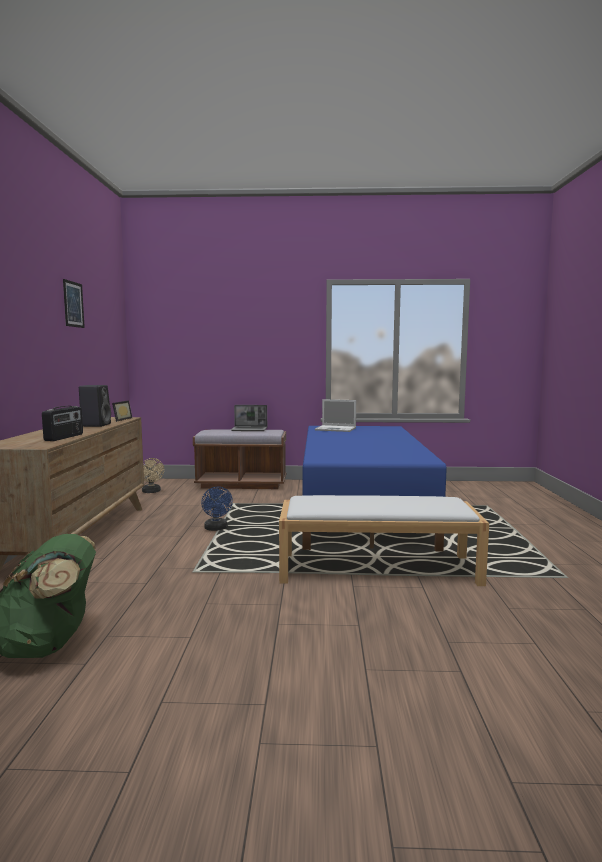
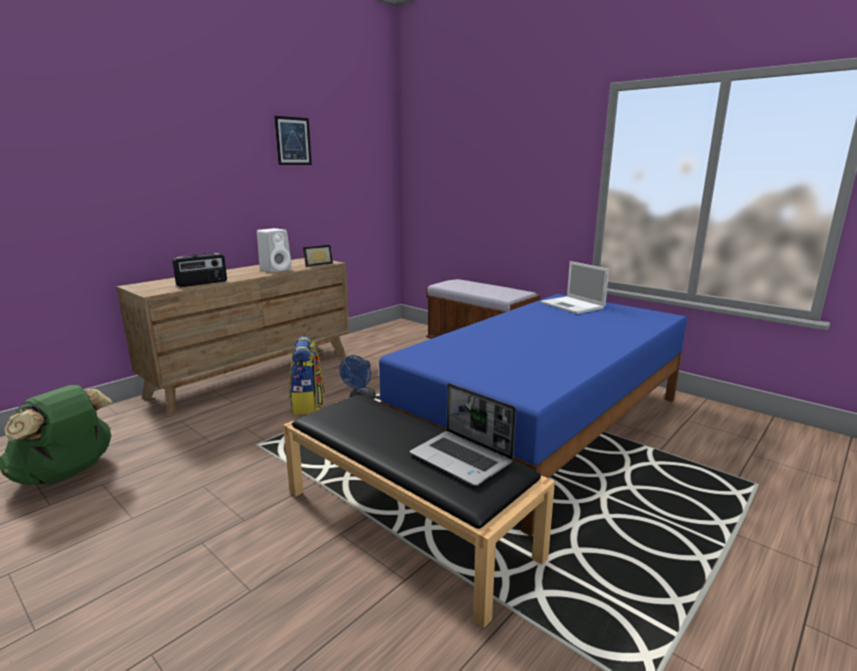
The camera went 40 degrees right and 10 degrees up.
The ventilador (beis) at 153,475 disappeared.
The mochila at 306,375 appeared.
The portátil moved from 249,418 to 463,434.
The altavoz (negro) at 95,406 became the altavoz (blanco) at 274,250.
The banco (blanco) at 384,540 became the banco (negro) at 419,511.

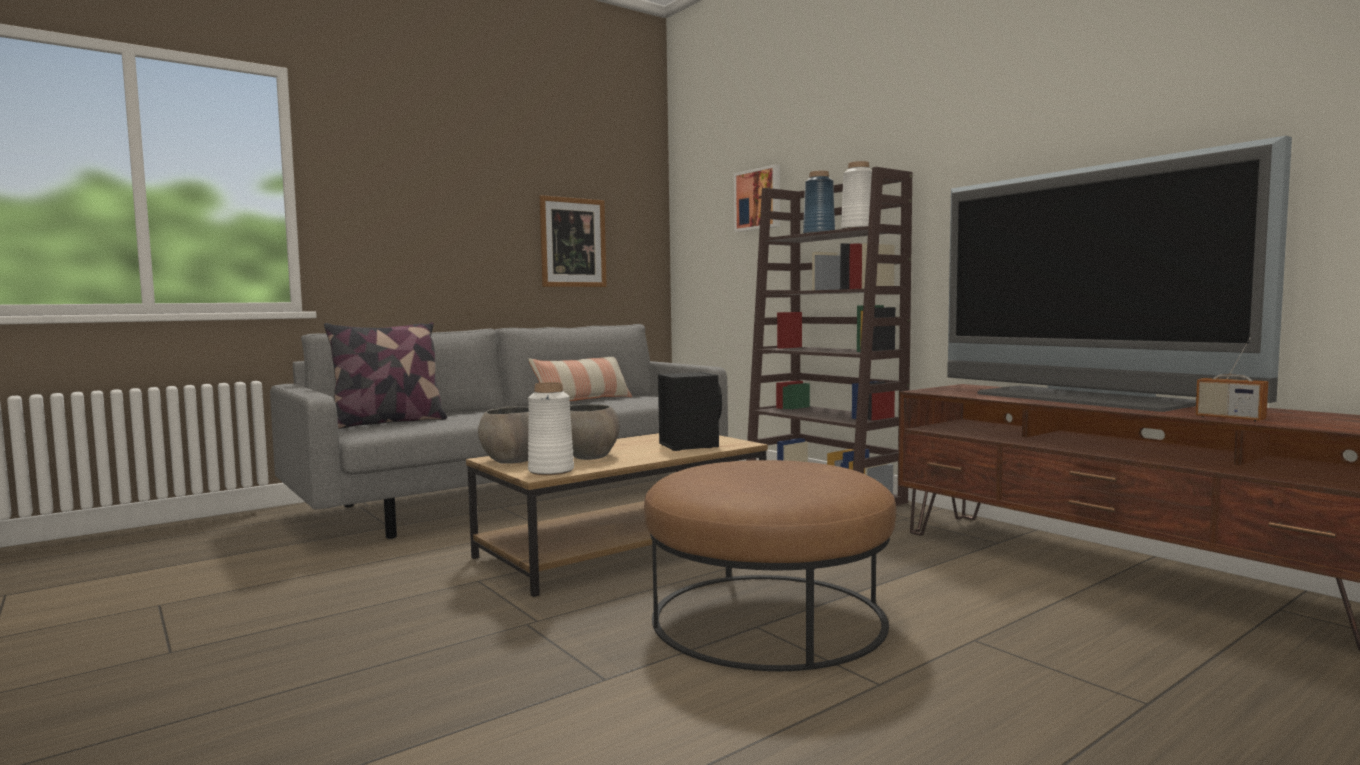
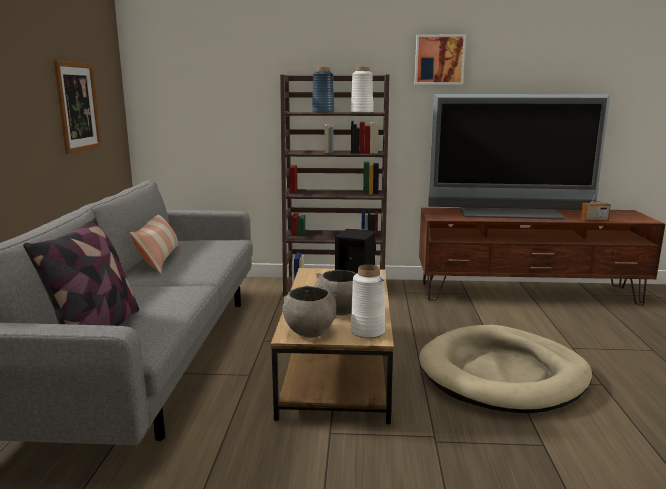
The camera went 50 degrees left and 10 degrees up.
The cuadro moved from 757,198 to 440,59.
The puf (marrón) at 770,565 was replaced by the cama para perro (beis) at 505,369.

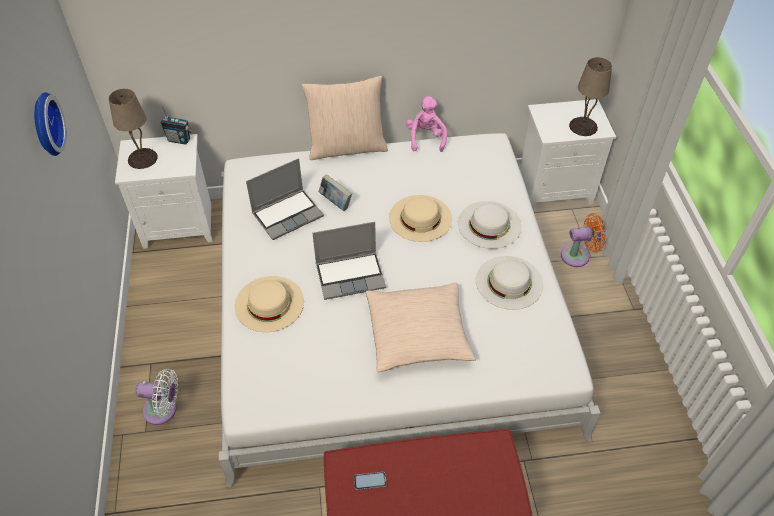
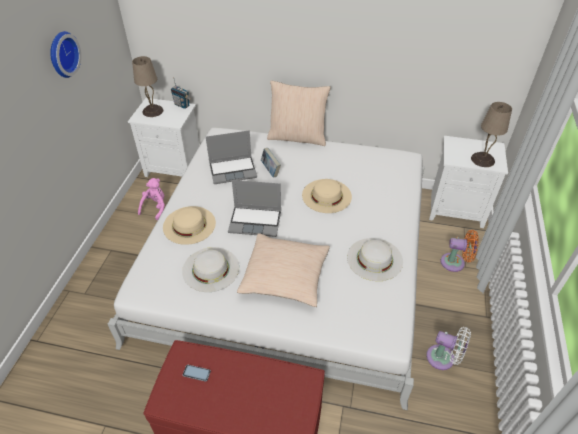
The camera went 20 degrees right and 5 degrees down.
The ventilador (blanco) moved from 157,397 to 448,348.
The peluche (rosa) moved from 426,124 to 151,199.
The sombrero (blanco) moved from 490,225 to 210,269.

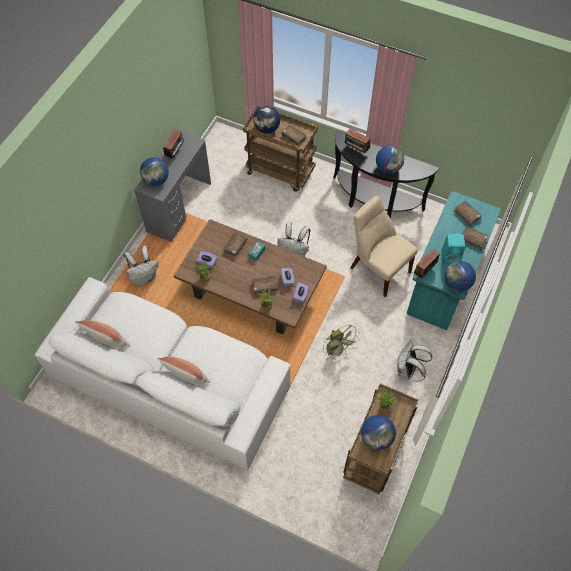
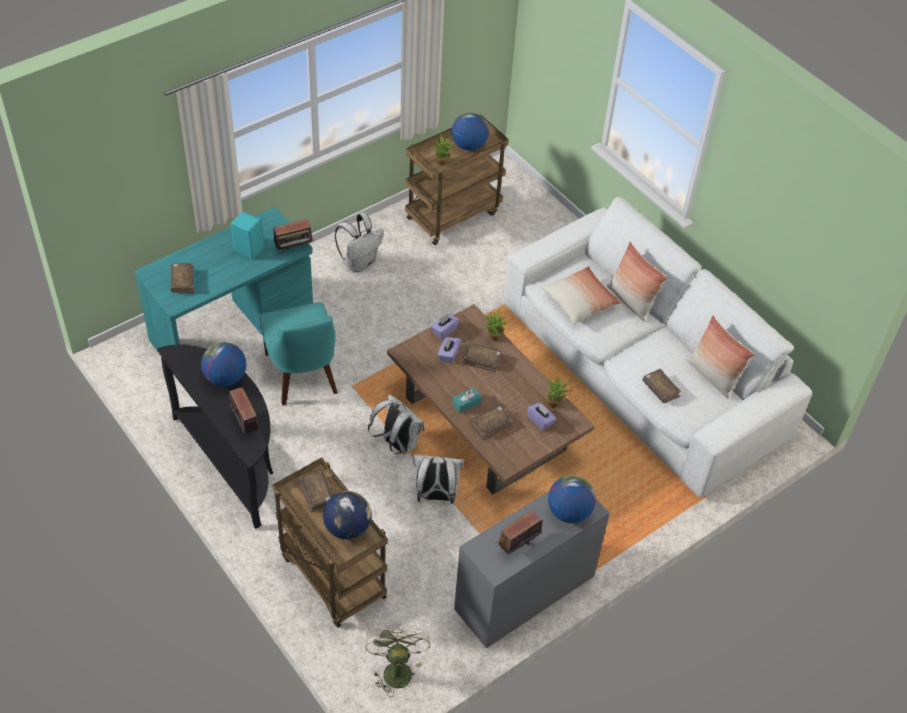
The camera went 155 degrees left and 10 degrees down.
The globo terráqueo at 460,276 disappeared.
The cojín at 581,295 appeared.
The mochila (blanco) moved from 141,265 to 438,479.
The ventilador (verde) moved from 341,343 to 398,660.
The libro (marrón) moved from 476,238 to 662,386.
The silla (beis) at 384,246 became the silla (turquesa) at 298,353.

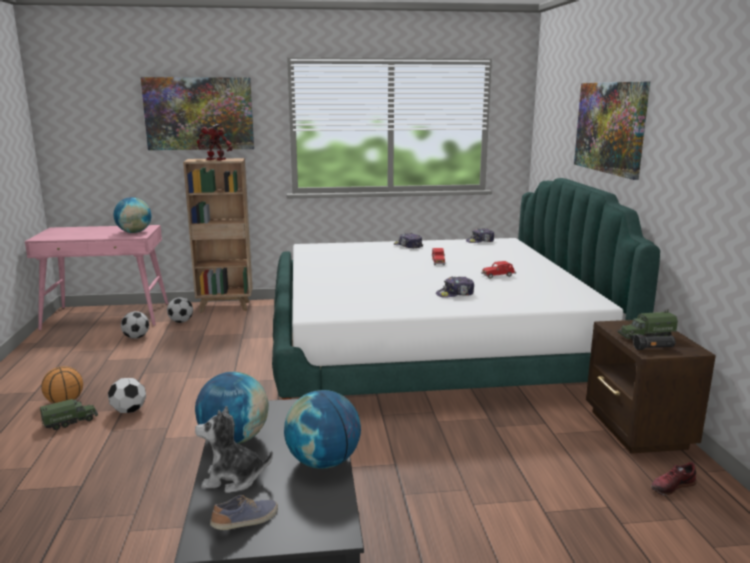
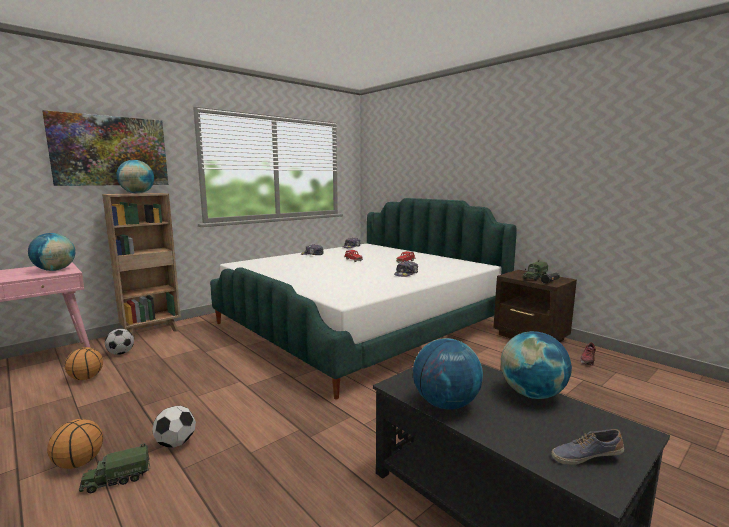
The camera went 35 degrees left and 5 degrees down.
The peluche at 234,449 disappeared.
The cuadro at 612,130 disappeared.
The balón de fútbol at 135,325 was replaced by the balón de baloncesto at 84,363.
The robot de juguete at 214,142 was replaced by the globo terráqueo at 135,177.
The camión de juguete at 69,414 turned 135 degrees counterclockwise.
The zapato at 244,512 turned 105 degrees counterclockwise.

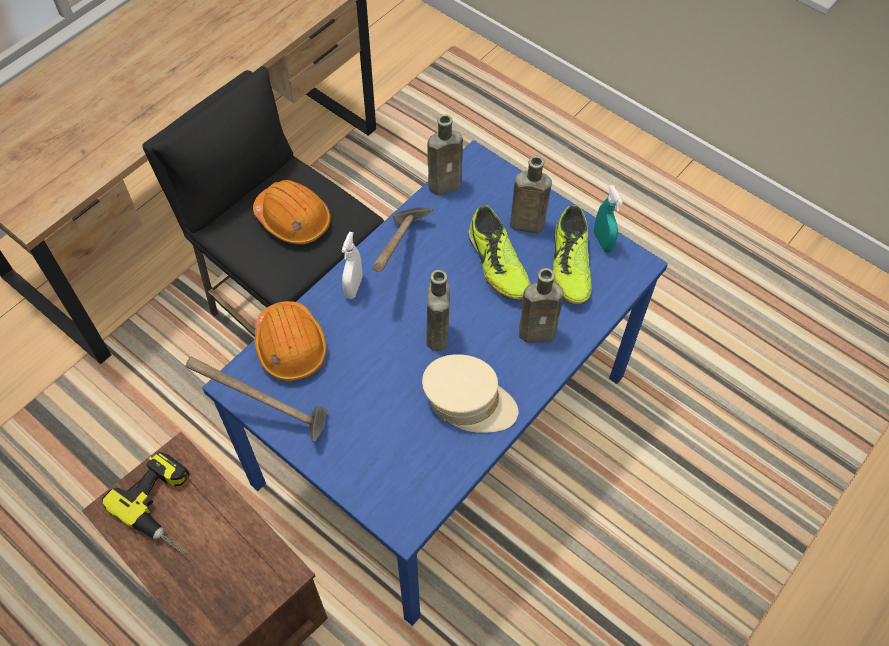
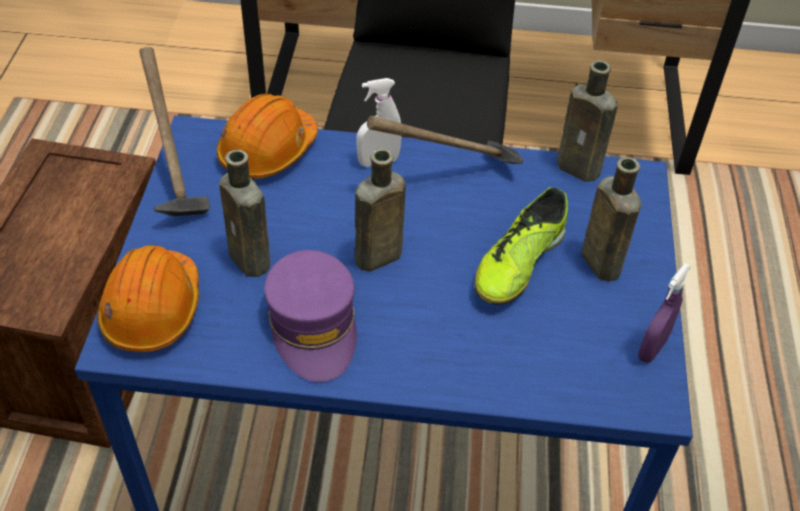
The camera went 55 degrees right and 10 degrees down.
The taladro at 146,504 disappeared.
The zapato at 572,254 disappeared.
The casco (naranja) moved from 292,212 to 148,298.
The botella (marrón) moved from 541,305 to 244,213.
The gorra (beis) at 470,393 became the gorra (morado) at 310,316.
The pulverizador (turquesa) at 608,219 became the pulverizador (morado) at 664,313.

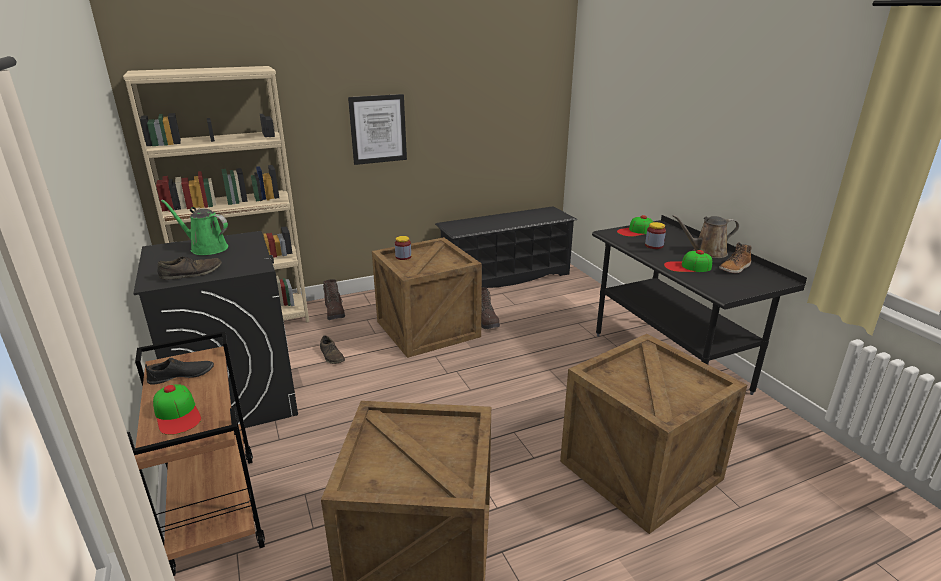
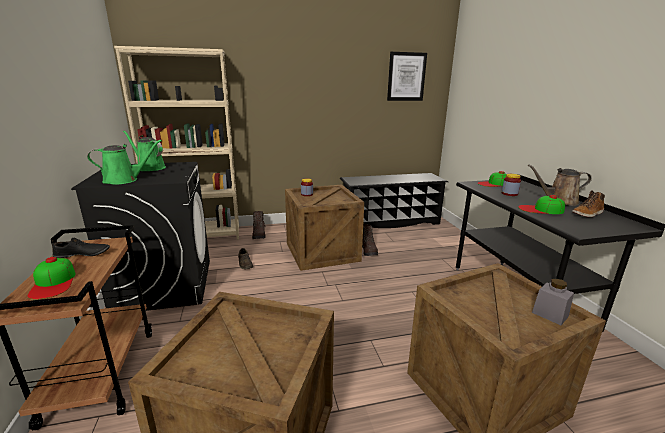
The camera went 10 degrees right and 5 degrees down.
The tarro (gris) at 553,301 appeared.
The cuadro moved from 377,129 to 407,76.
The zapato (marrón) at 189,268 was replaced by the regadera (verde) at 124,162.

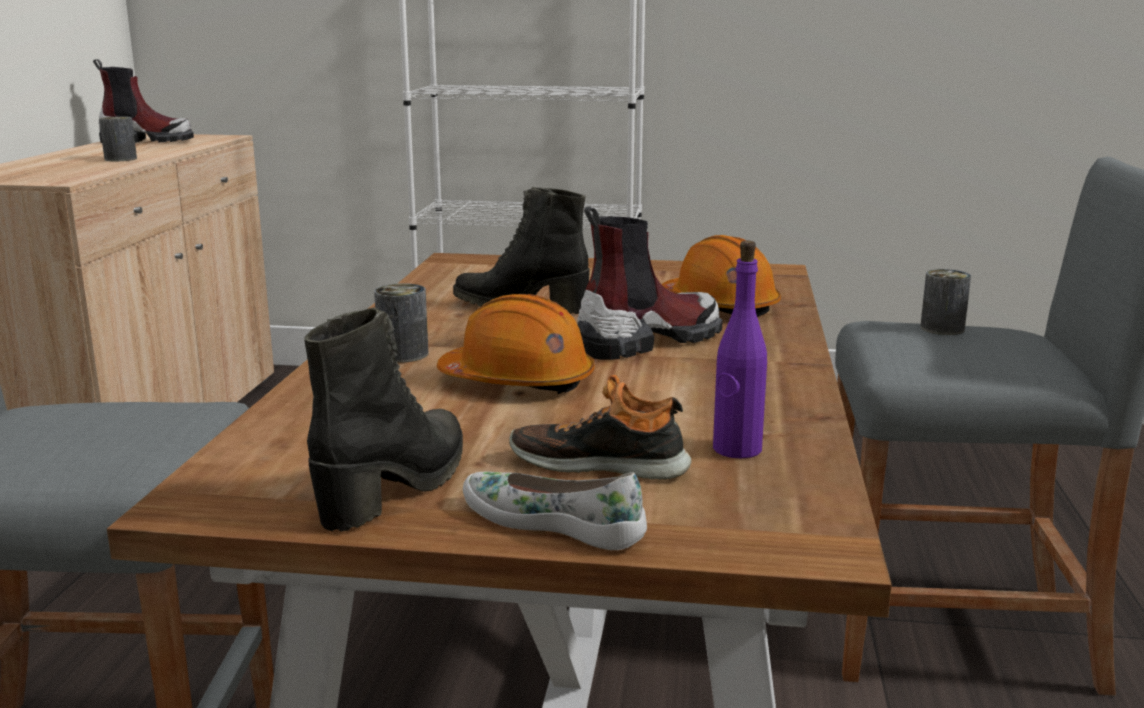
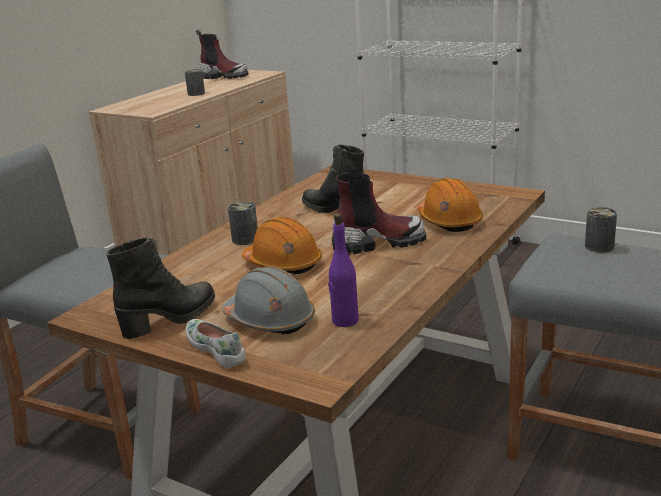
The camera went 25 degrees right and 5 degrees up.
The zapato at 600,427 was replaced by the casco (gris) at 269,300.

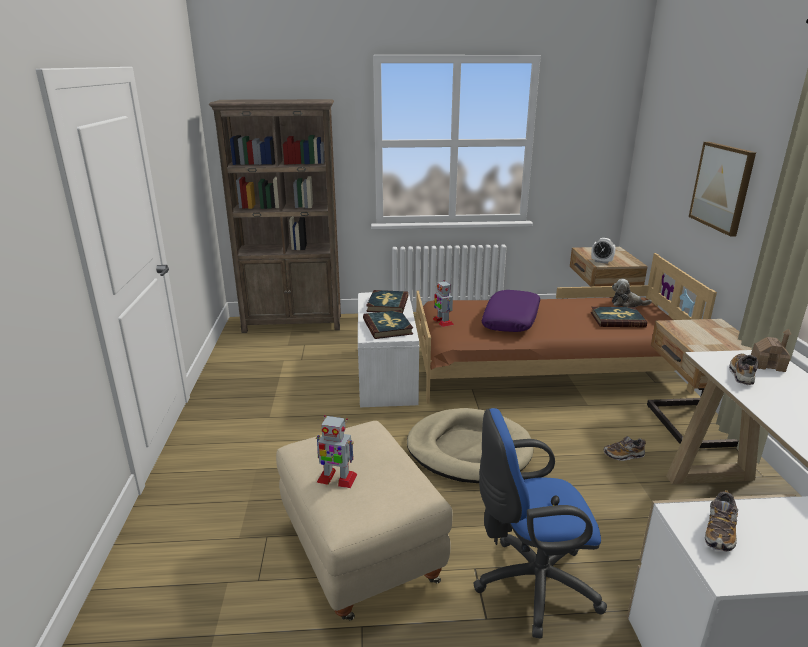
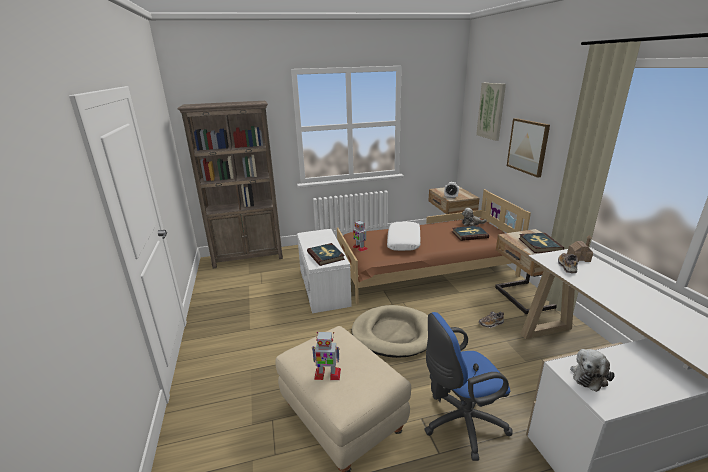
The camera went 10 degrees left and 0 degrees up.
The cuadro at 491,112 appeared.
The libro moved from 387,301 to 541,243.
The zapato at 721,521 was replaced by the peluche at 592,370.
The cojín (morado) at 511,311 became the cojín (blanco) at 403,236.

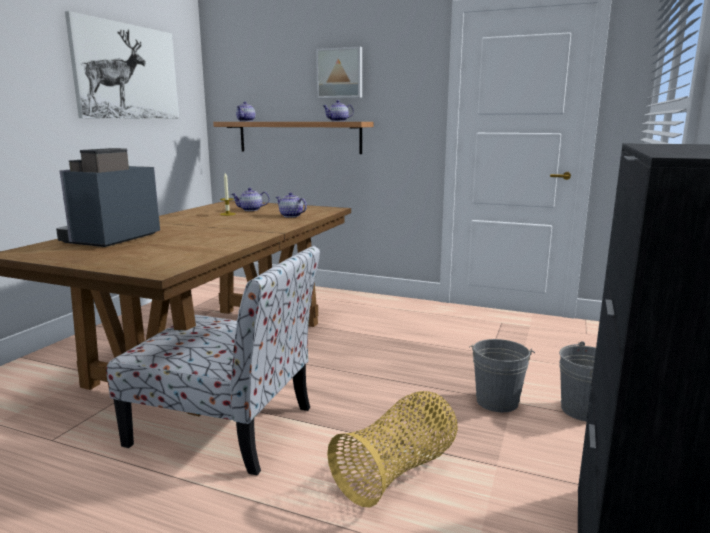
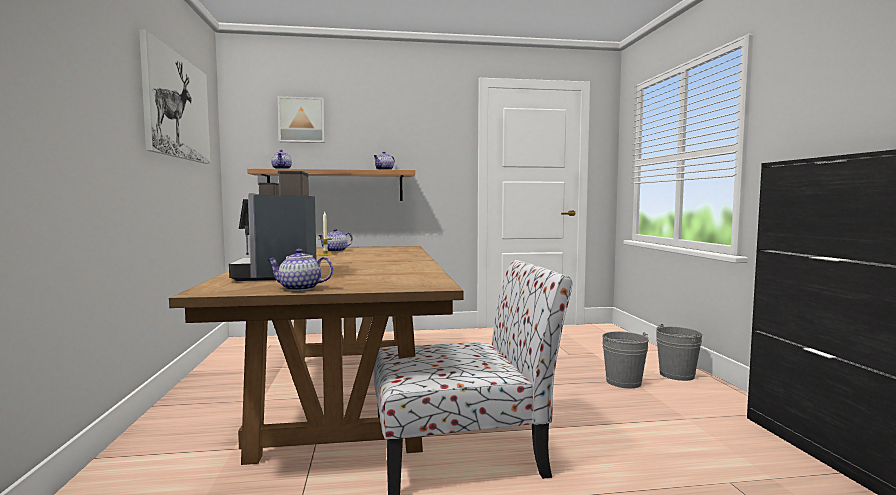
The camera went 30 degrees left and 10 degrees down.
The cesta at 392,449 disappeared.
The tetera moved from 291,204 to 300,270.
The cuadro moved from 339,72 to 301,119.

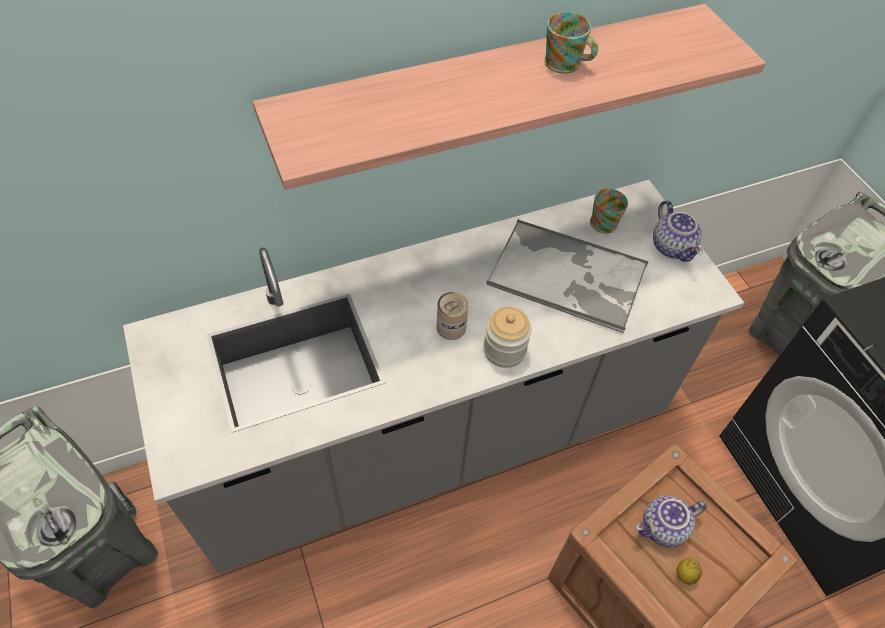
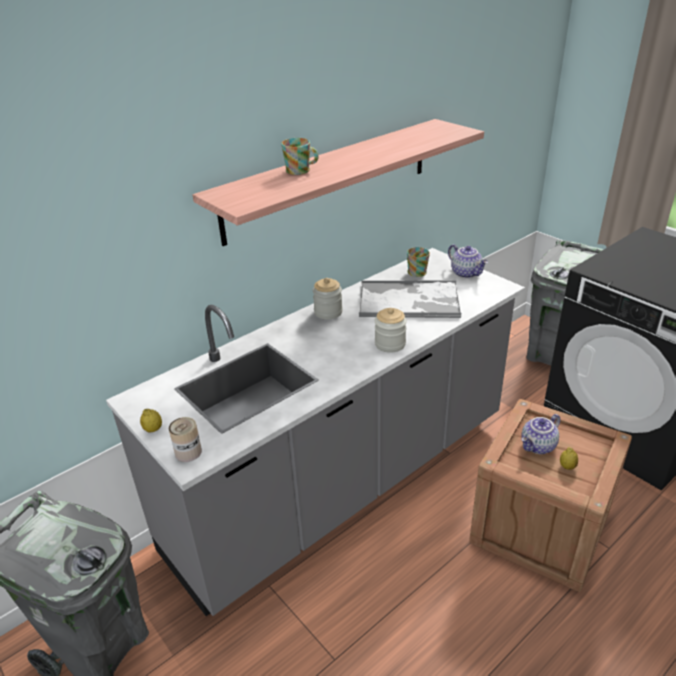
The camera went 15 degrees left and 20 degrees down.
The limón at 151,420 appeared.
The tarro at 328,298 appeared.
The lata moved from 452,316 to 185,439.
The taza grande moved from 571,43 to 300,156.

